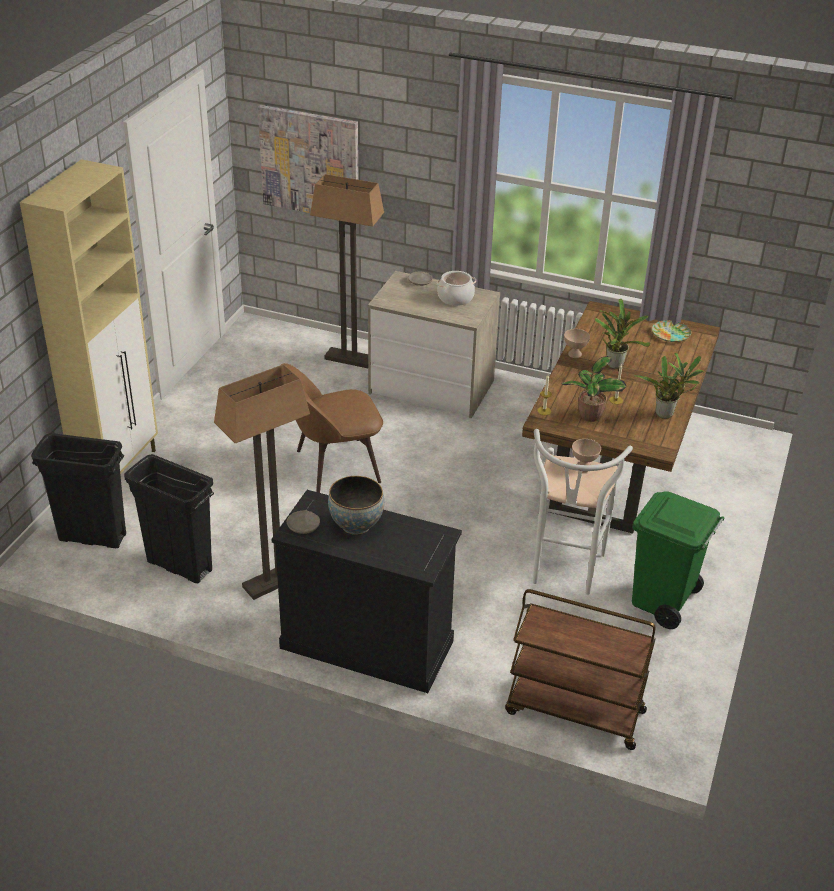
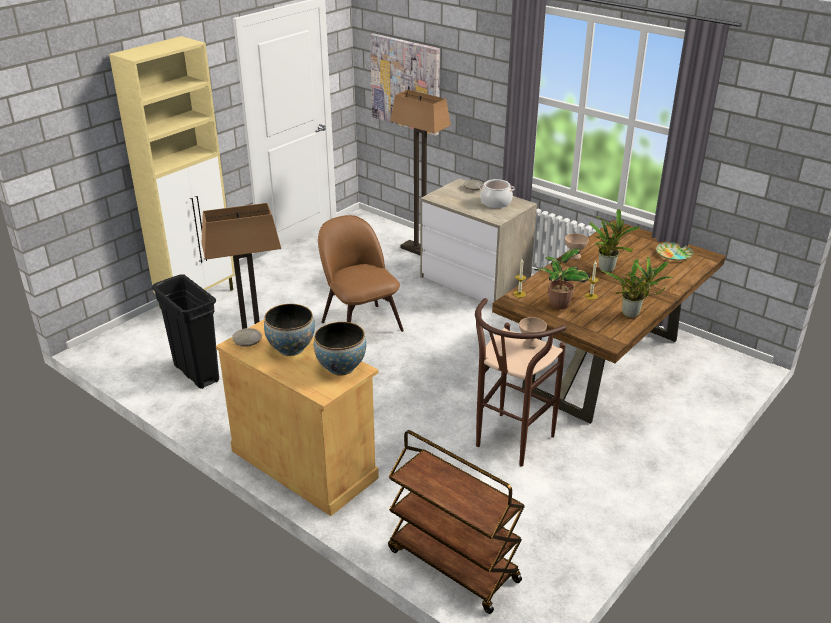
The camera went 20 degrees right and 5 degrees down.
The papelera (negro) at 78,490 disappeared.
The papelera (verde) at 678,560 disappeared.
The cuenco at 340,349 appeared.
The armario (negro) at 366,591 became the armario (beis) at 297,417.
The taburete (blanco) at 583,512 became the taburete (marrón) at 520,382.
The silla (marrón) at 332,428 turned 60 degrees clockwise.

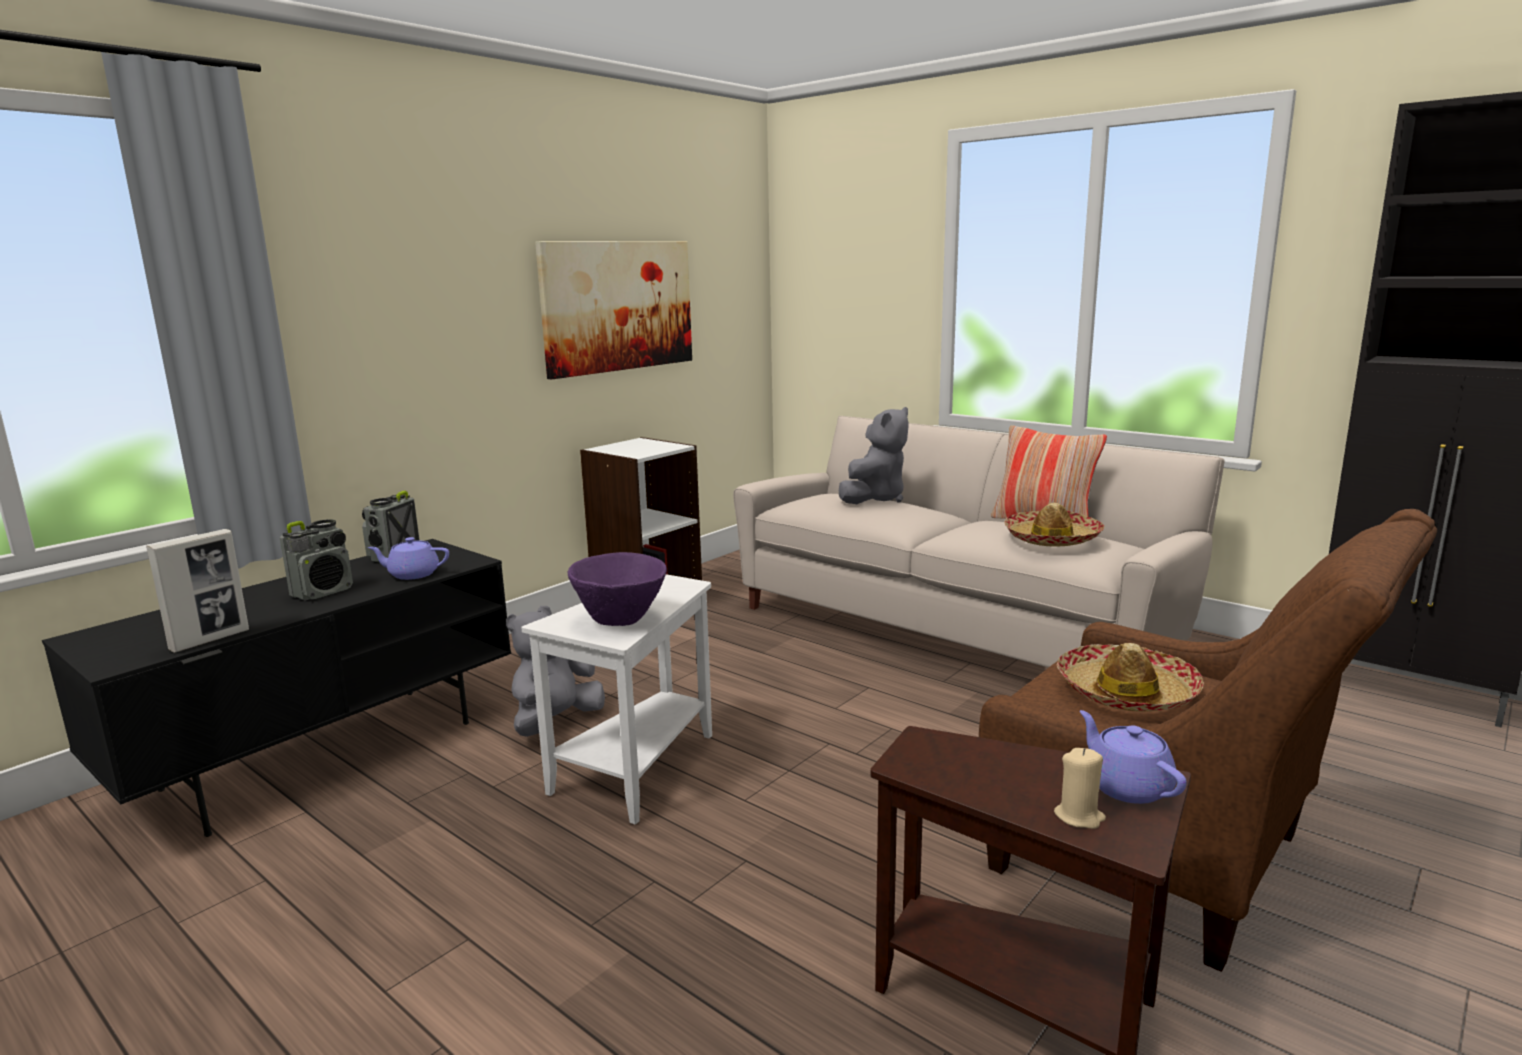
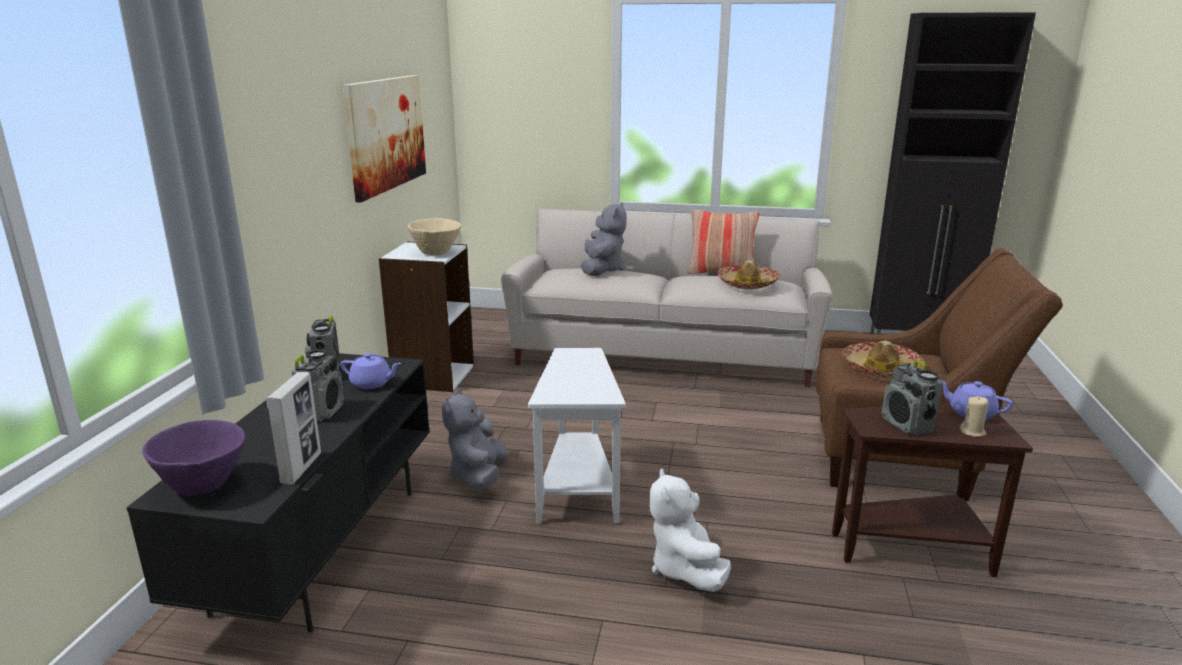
The camera went 30 degrees left and 5 degrees up.
The cuenco (beis) at 434,236 appeared.
The peluche (blanco) at 690,530 appeared.
The radio at 912,397 appeared.
The cuenco (morado) moved from 617,589 to 193,458.
The tetera (morado) at 408,558 turned 135 degrees counterclockwise.

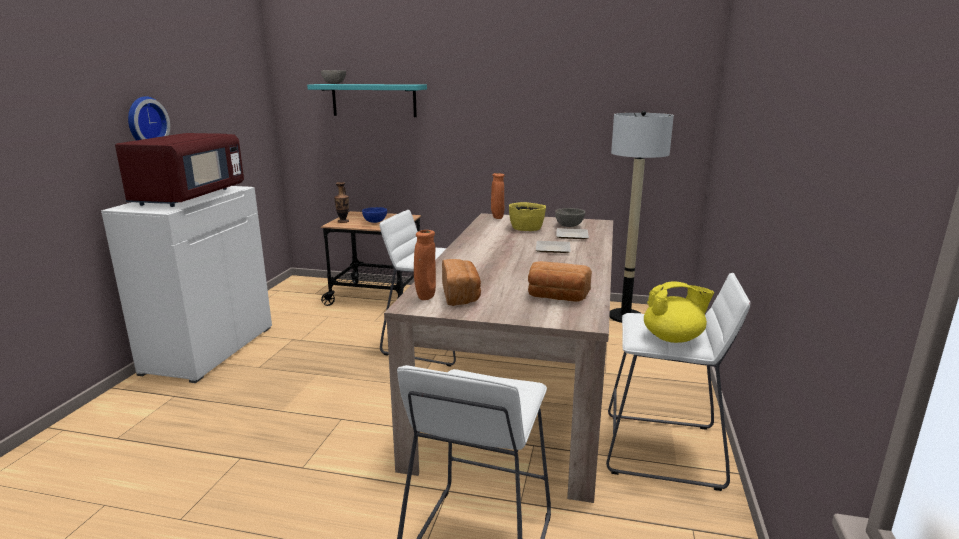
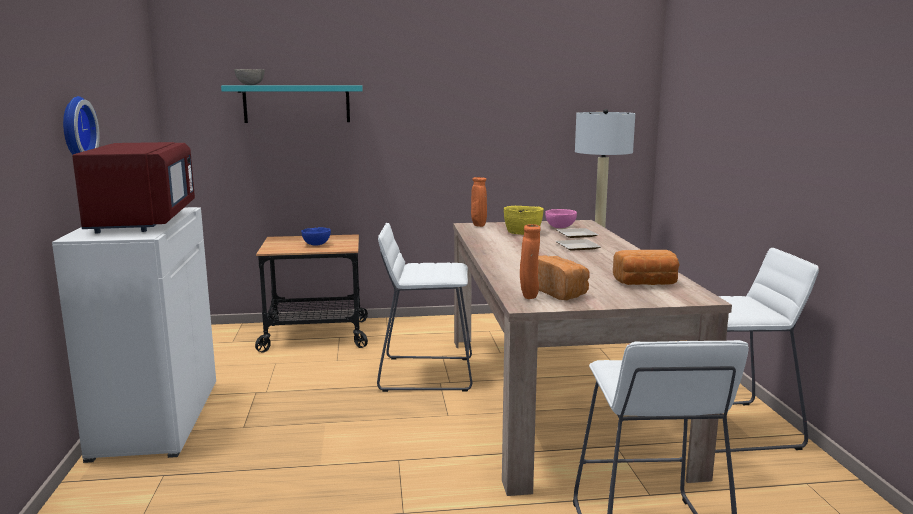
The camera went 20 degrees left and 5 degrees down.
The florero at 341,202 disappeared.
The tetera (amarillo) at 679,312 disappeared.
The cuenco (gris) at 570,217 became the cuenco (rosa) at 561,218.

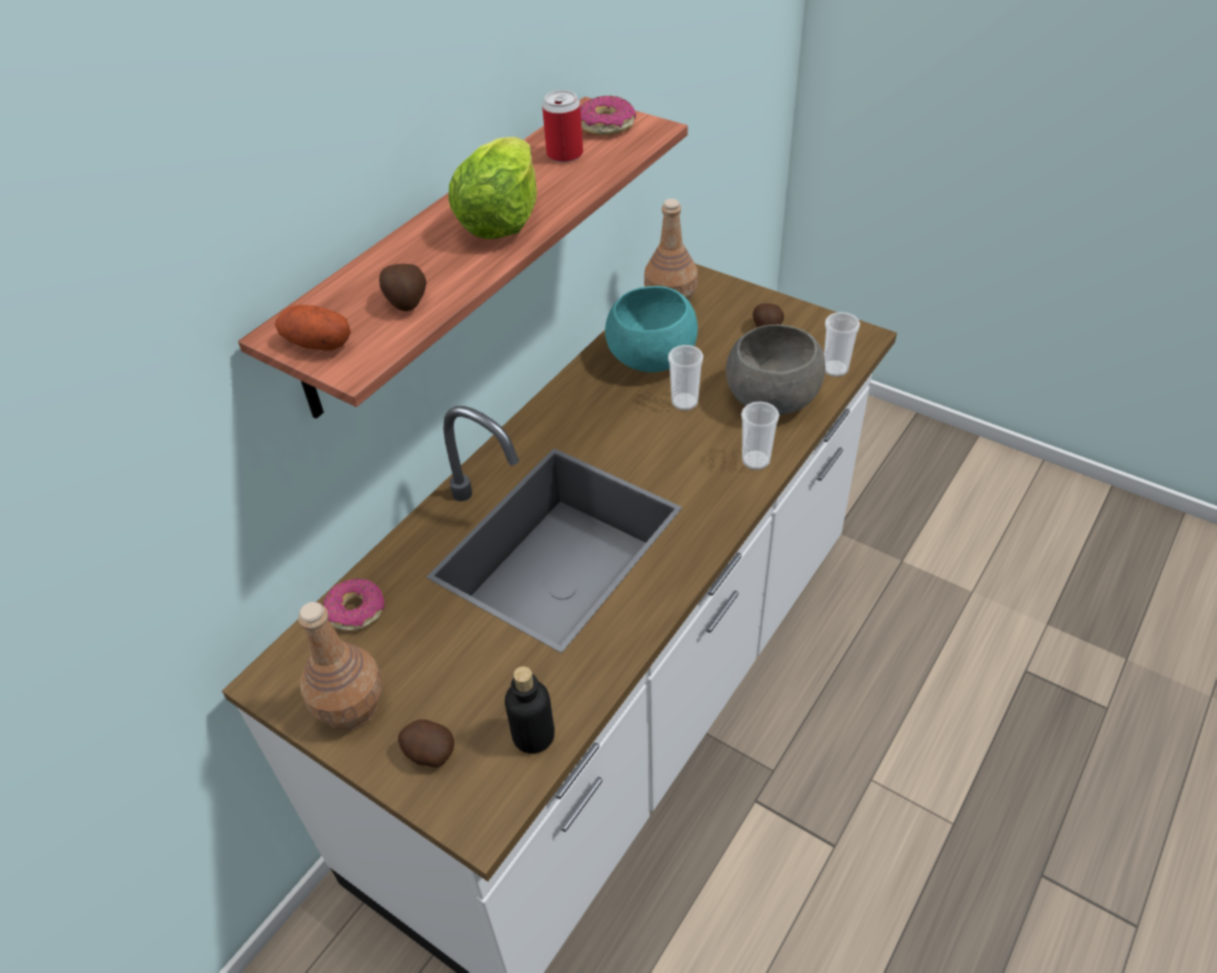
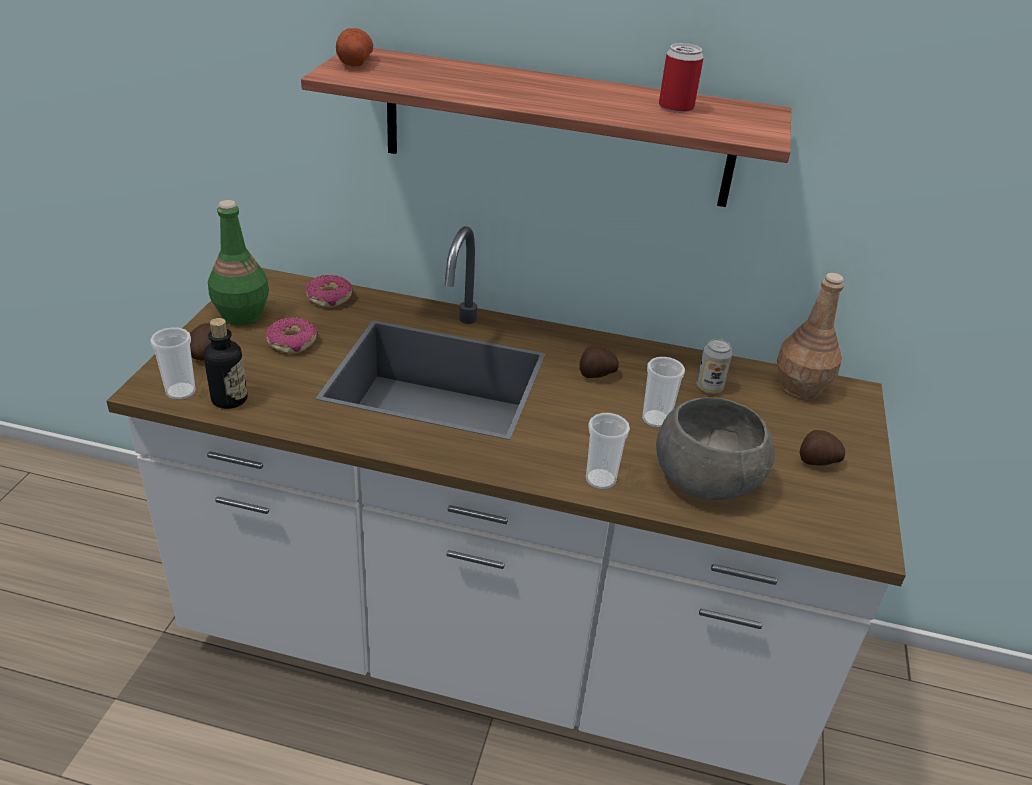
The camera went 65 degrees right and 10 degrees down.
The lechuga at 492,188 disappeared.
The patata moved from 403,287 to 599,362.
The rosquilla moved from 608,115 to 292,335.
The taza moved from 842,344 to 173,363.
The cuenco (turquesa) at 651,329 was replaced by the lata at 714,366.
The botella (marrón) at 340,666 became the botella (verde) at 238,262.

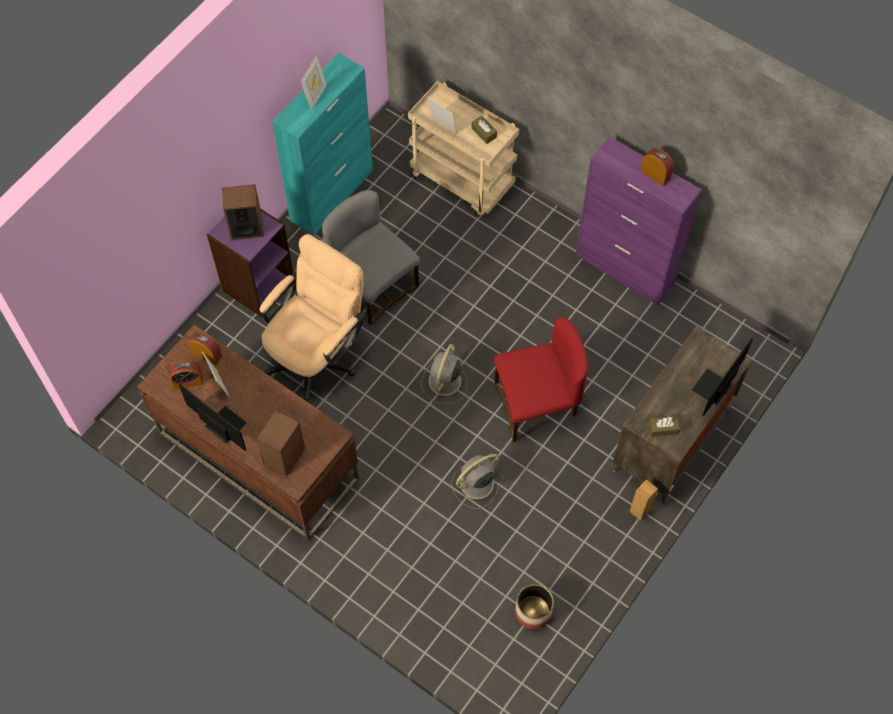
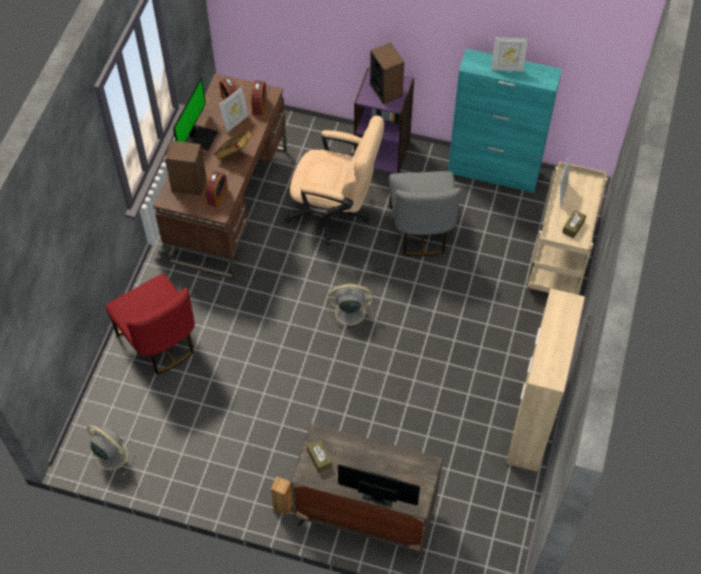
The camera went 70 degrees right and 5 degrees down.
The maceta at 534,606 disappeared.
The libro at 233,144 appeared.
The ventilador (gris) moved from 477,481 to 111,450.
The silla (rojo) moved from 541,379 to 150,324.
The despertador moved from 657,167 to 216,189.
The armario (morado) at 638,220 became the armario (beis) at 545,380.
The silla (gris) at 371,257 turned 150 degrees clockwise.

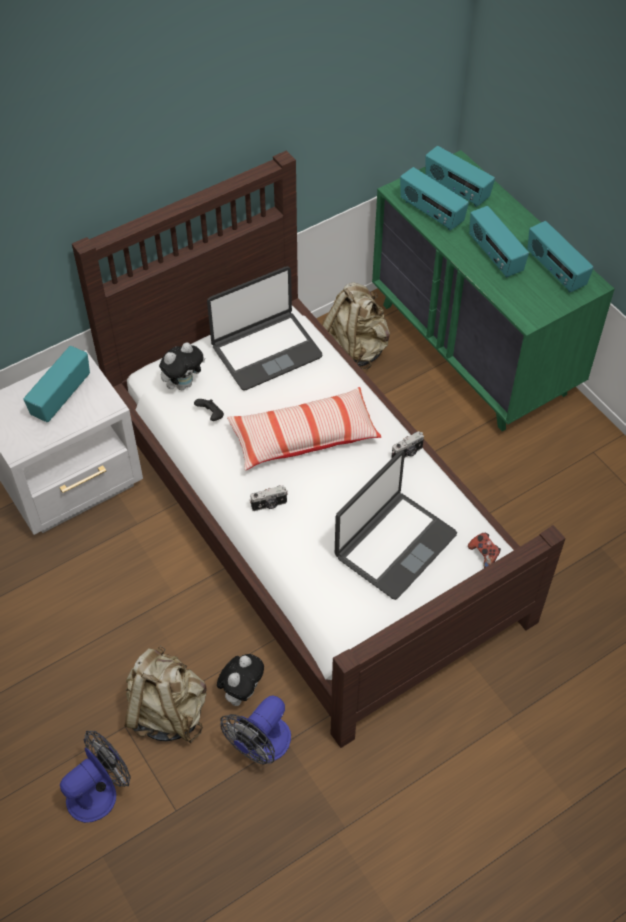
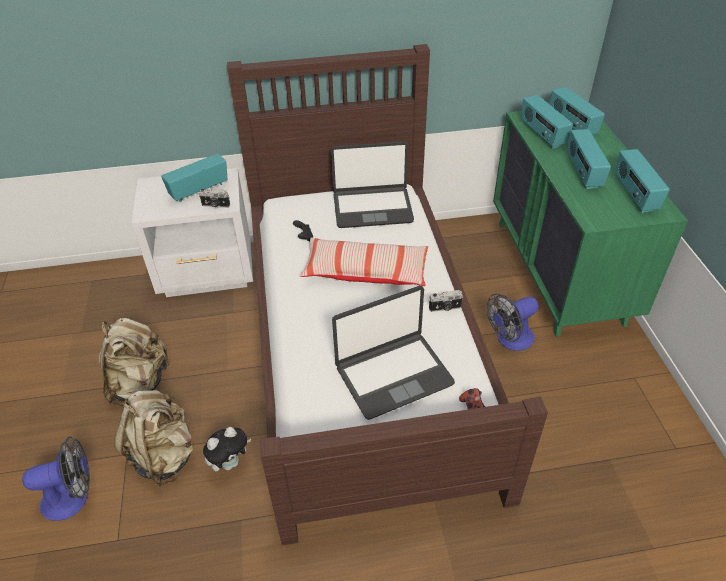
The camera went 25 degrees right and 10 degrees down.
The peluche at 182,366 disappeared.
The ventilador moved from 255,730 to 513,322.
The cámara moved from 269,498 to 214,198.
The mochila (beis) moved from 356,325 to 135,362.

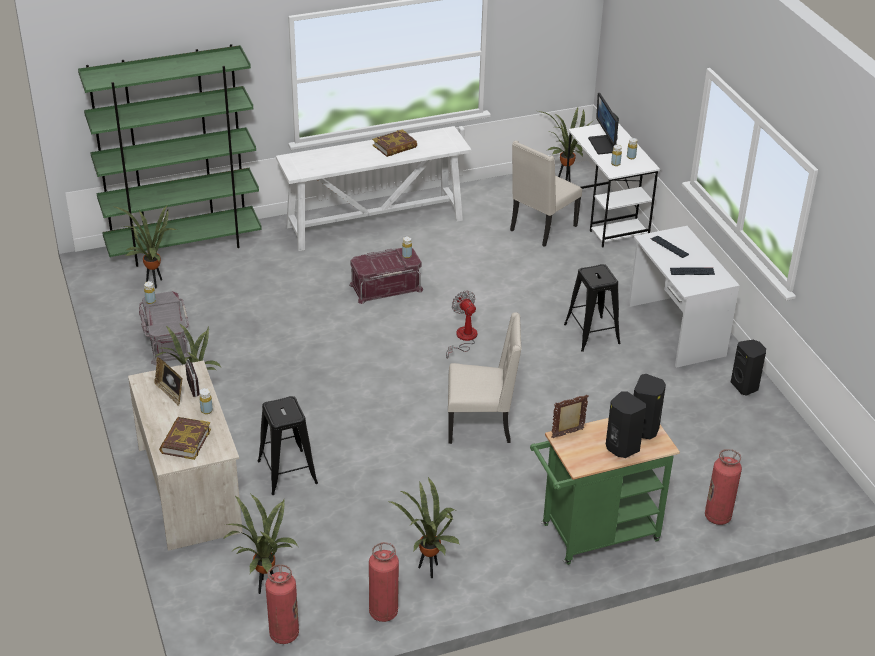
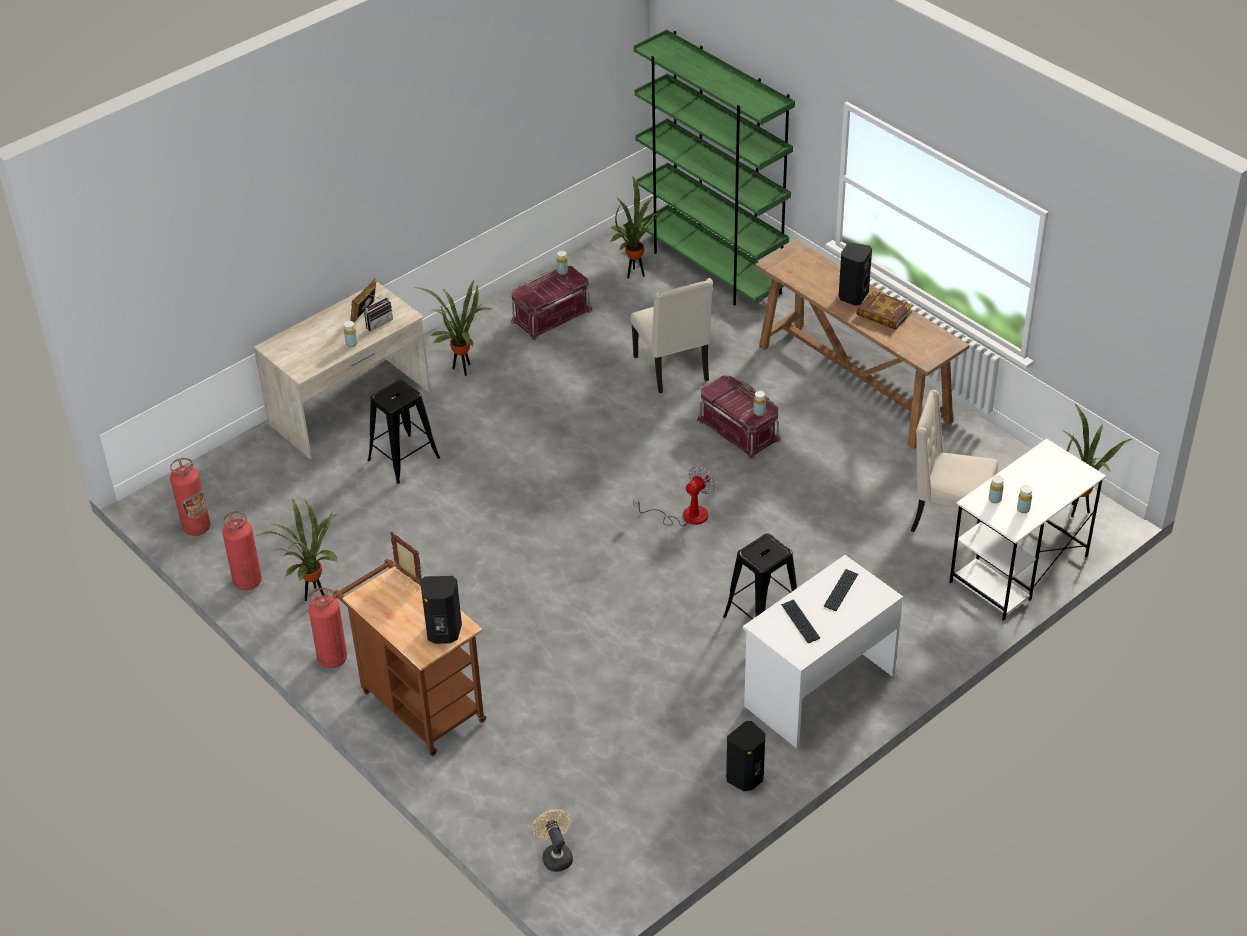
The camera went 70 degrees right and 5 degrees up.
The libro at 185,438 disappeared.
The planta en maceta at 260,544 disappeared.
The monitor at 603,123 disappeared.
The ventilador (beis) at 552,840 appeared.
The silla (beis) moved from 484,378 to 672,336.
The altavoz (negro) moved from 626,424 to 855,274.
The extintor moved from 723,487 to 328,628.
The caja de almacenaje (gris) at 164,328 became the caja de almacenaje (rojo) at 552,303.
The mesa consola (blanco) at 373,188 became the mesa consola (marrón) at 862,344.
The carrito (verde) at 605,491 became the carrito (marrón) at 410,657.

